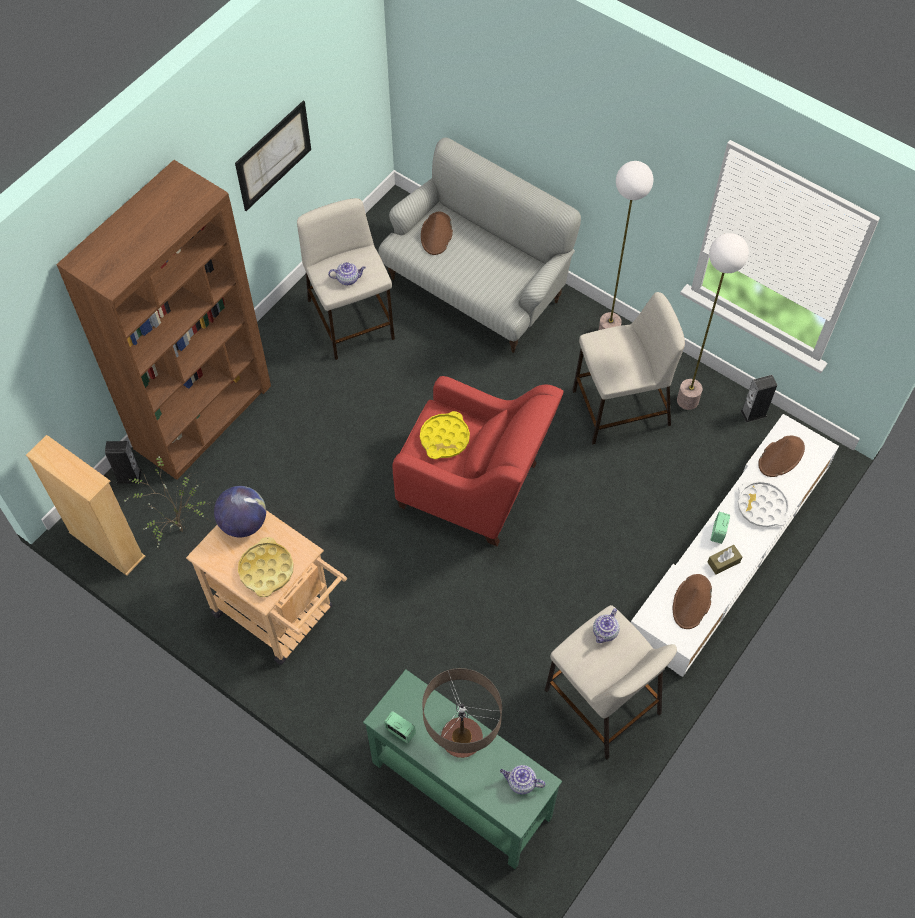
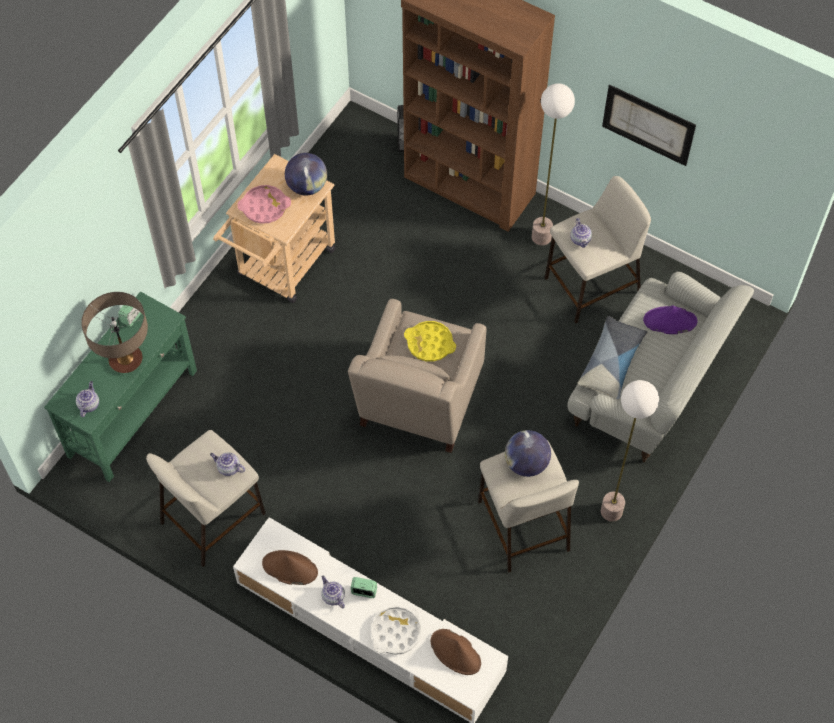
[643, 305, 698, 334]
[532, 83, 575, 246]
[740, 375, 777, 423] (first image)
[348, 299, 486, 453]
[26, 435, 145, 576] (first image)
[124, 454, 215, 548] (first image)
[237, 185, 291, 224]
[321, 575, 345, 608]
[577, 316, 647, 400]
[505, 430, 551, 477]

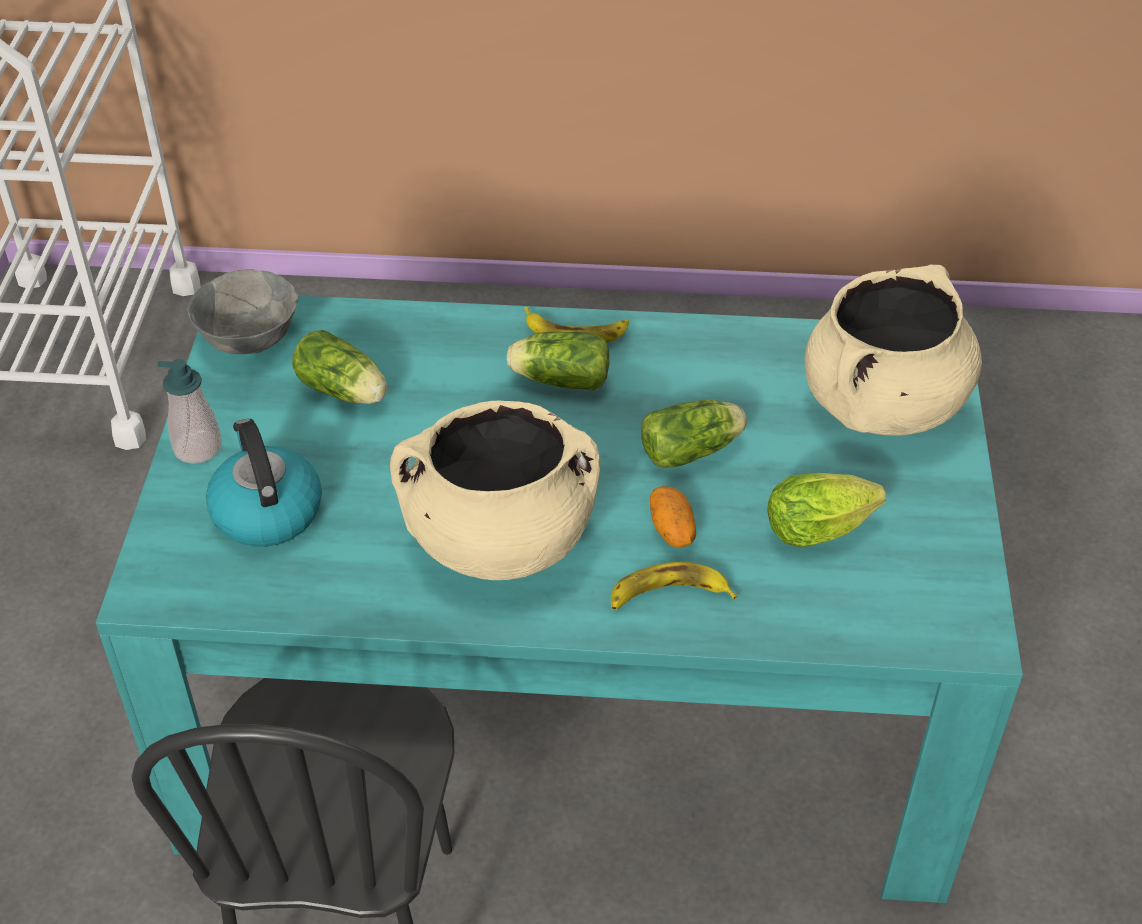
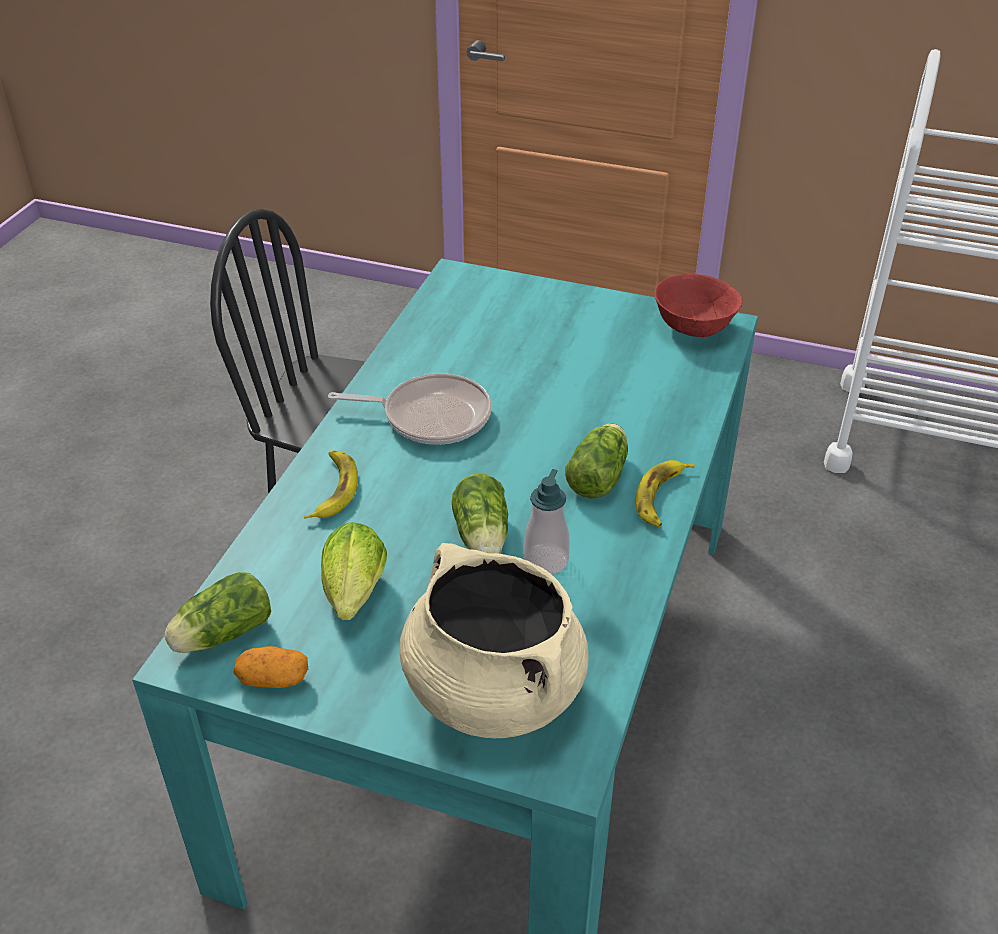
[655, 274, 743, 337]
[164, 572, 271, 653]
[523, 469, 570, 575]
[328, 373, 492, 445]
[206, 419, 322, 547] (first image)
[233, 646, 308, 688]

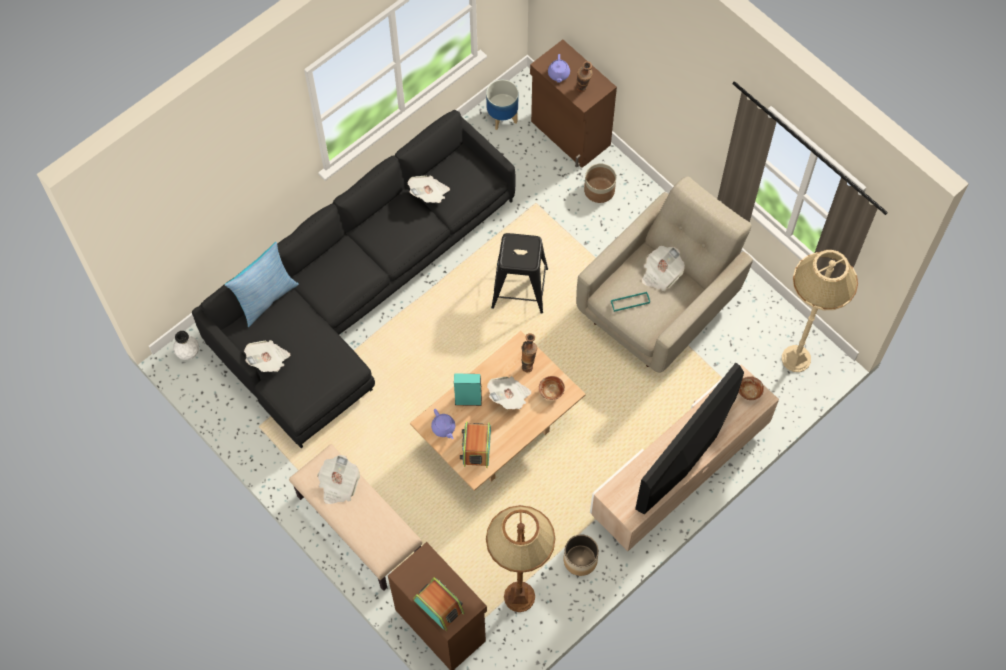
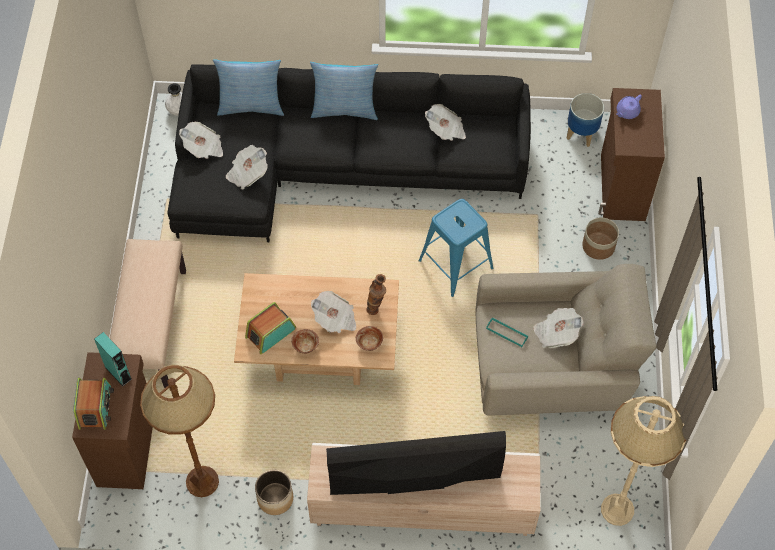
[576, 61, 593, 92] (first image)
[419, 199, 493, 297]
[94, 332, 132, 386]
[291, 329, 319, 354]
[431, 409, 455, 439] (first image)
[226, 145, 268, 189]
[310, 62, 378, 120]

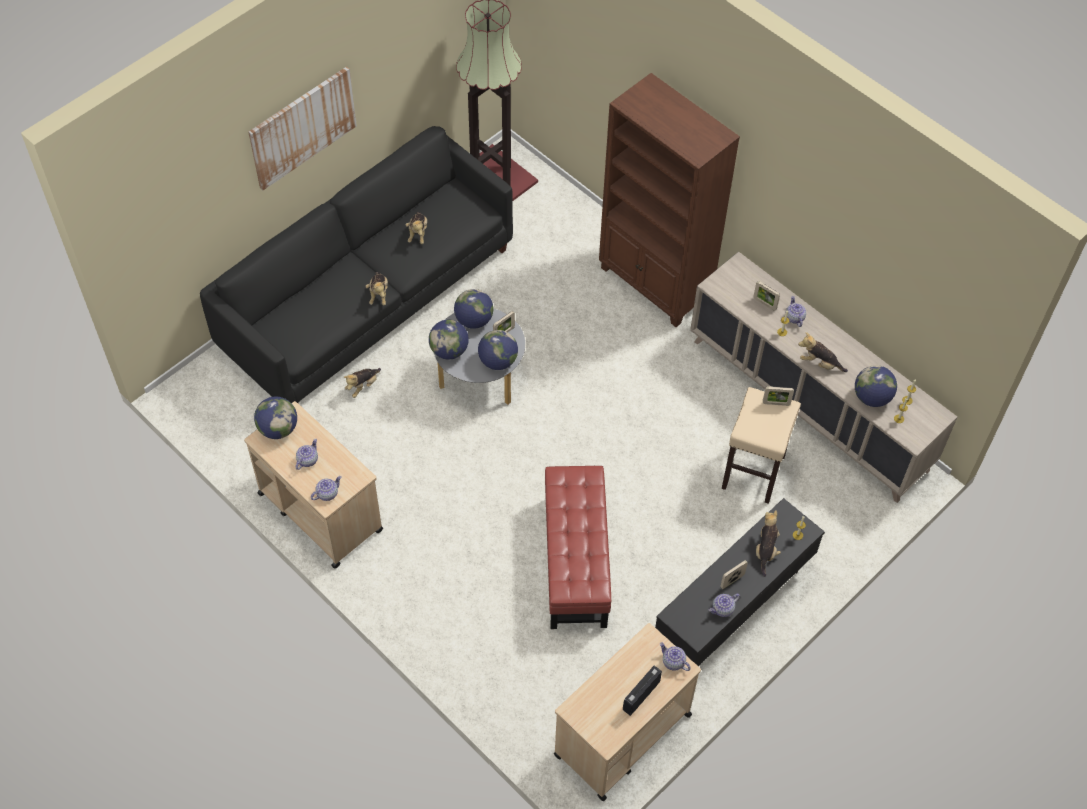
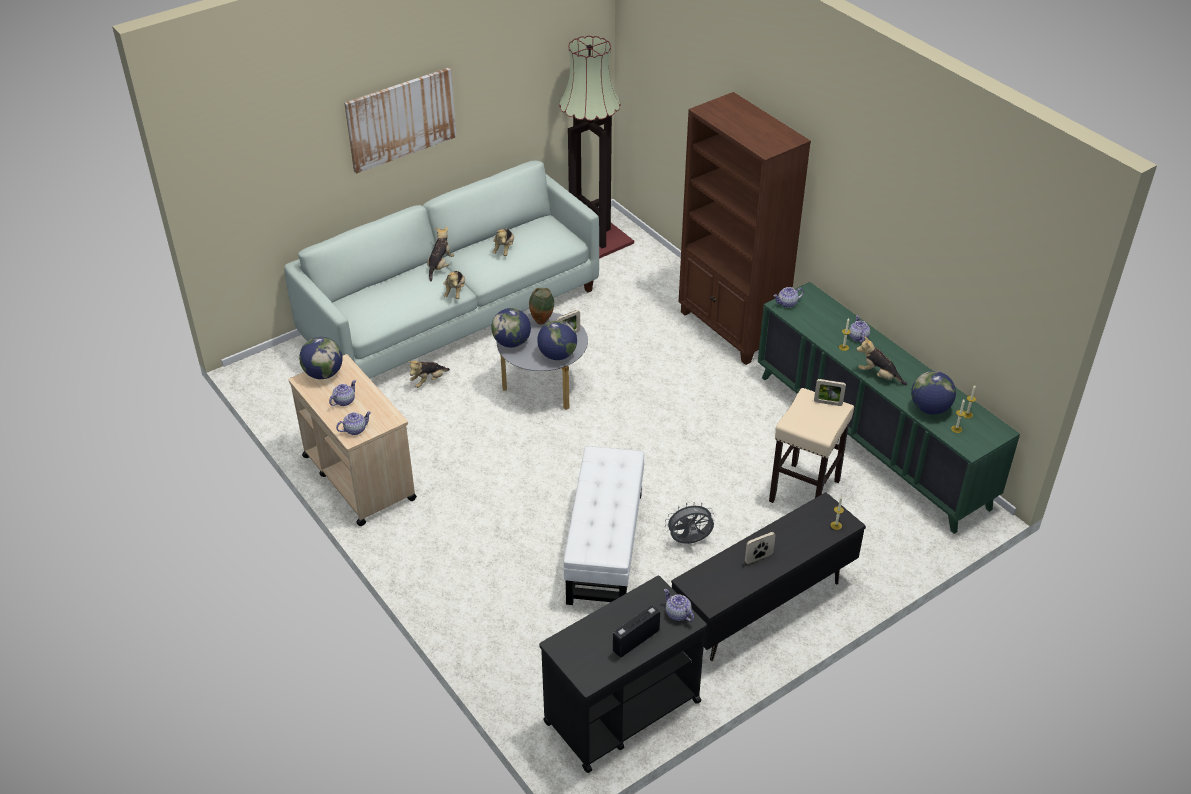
[284, 161, 599, 379]
[758, 282, 1020, 534]
[753, 281, 780, 311] (first image)
[529, 288, 554, 324]
[564, 446, 644, 605]
[427, 227, 454, 282]
[774, 287, 804, 308]
[539, 576, 707, 773]
[665, 502, 714, 544]

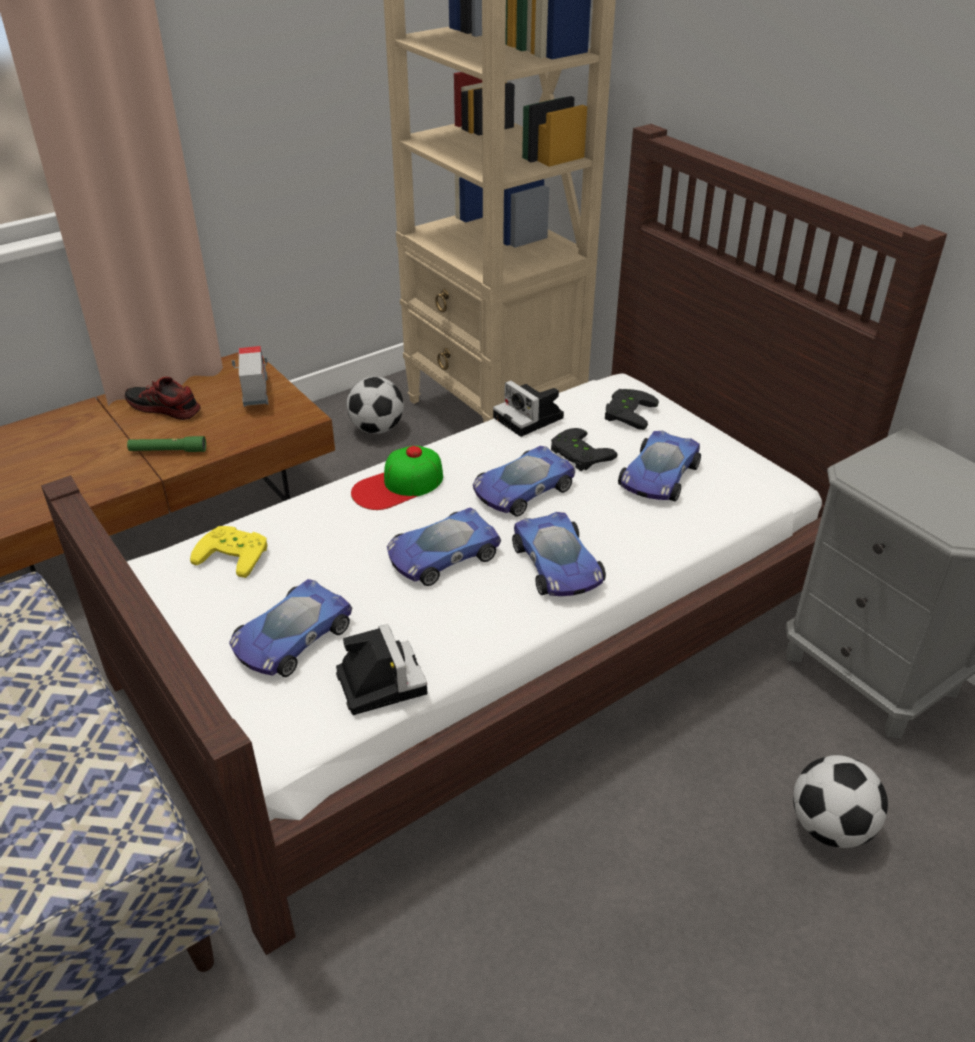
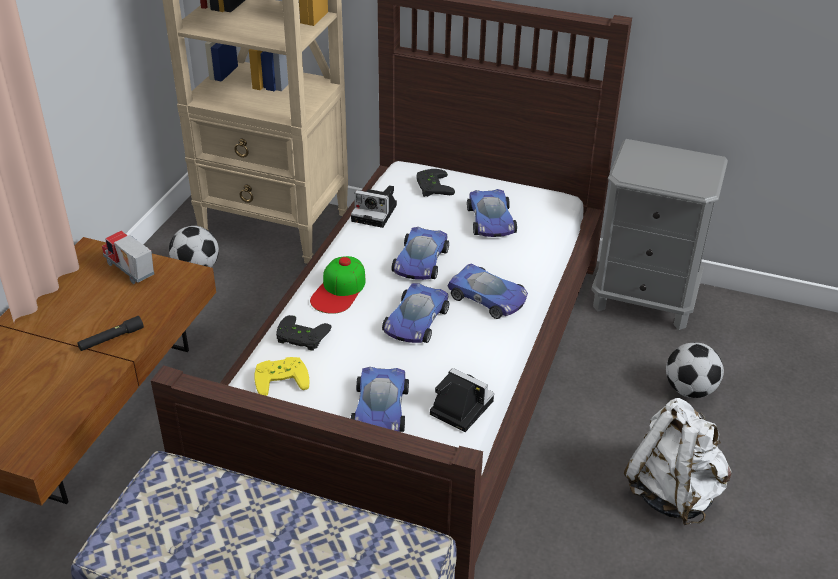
[125, 377, 200, 420] (first image)
[276, 315, 332, 351]
[77, 316, 144, 351]
[624, 398, 732, 525]

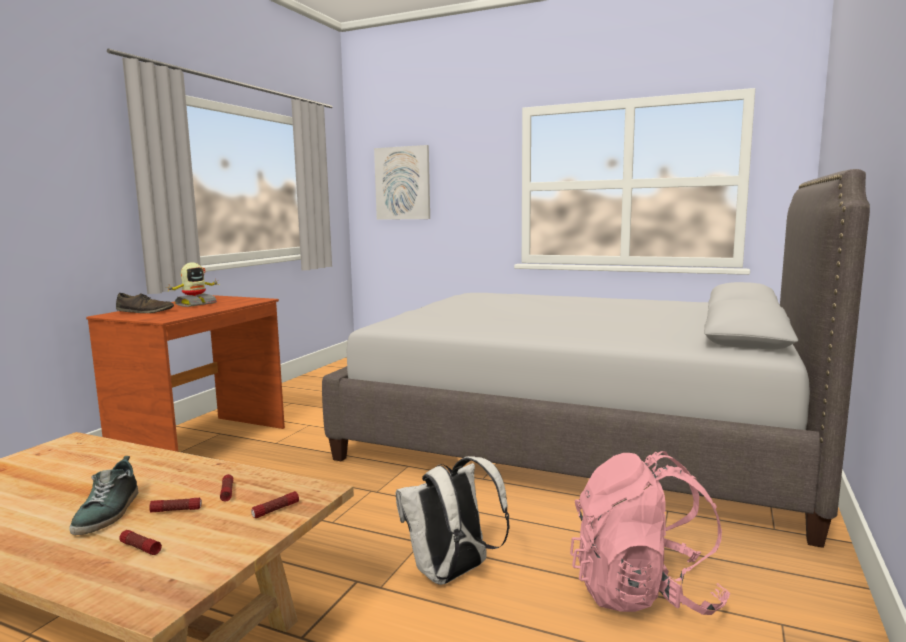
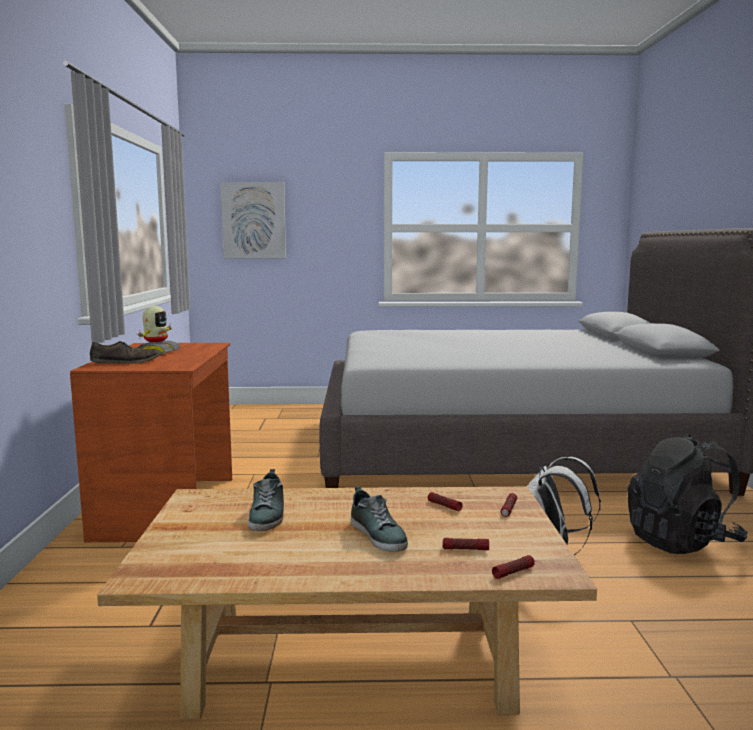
[627, 434, 748, 554]
[492, 555, 535, 579]
[248, 469, 284, 531]

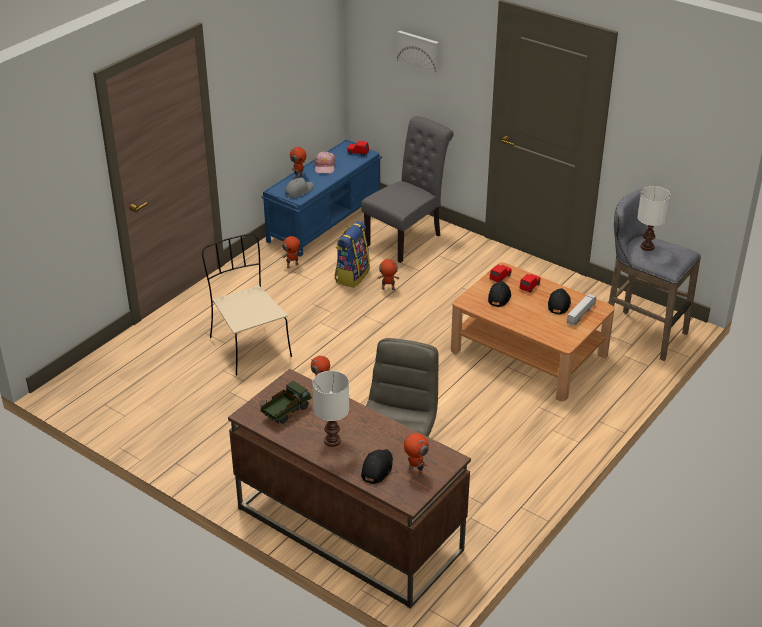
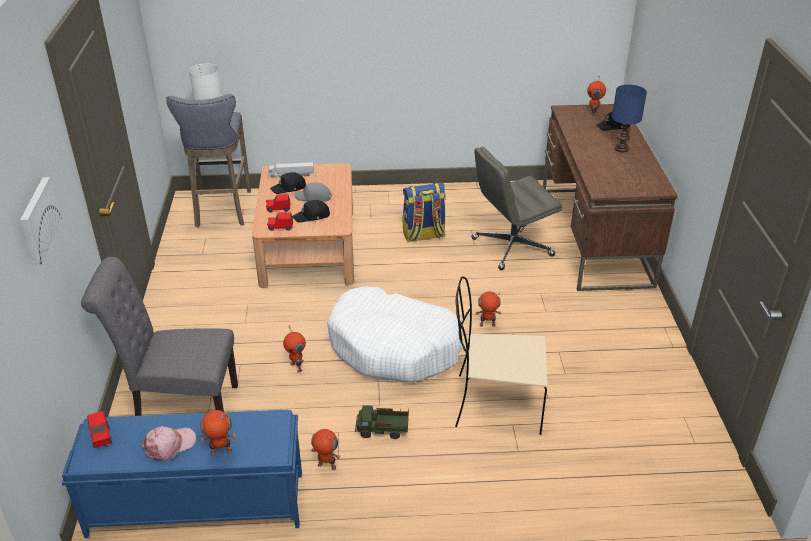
[294, 182, 332, 202]
[403, 183, 446, 242]
[455, 276, 547, 435]
[612, 85, 647, 152]
[355, 405, 409, 439]
[327, 286, 463, 383]

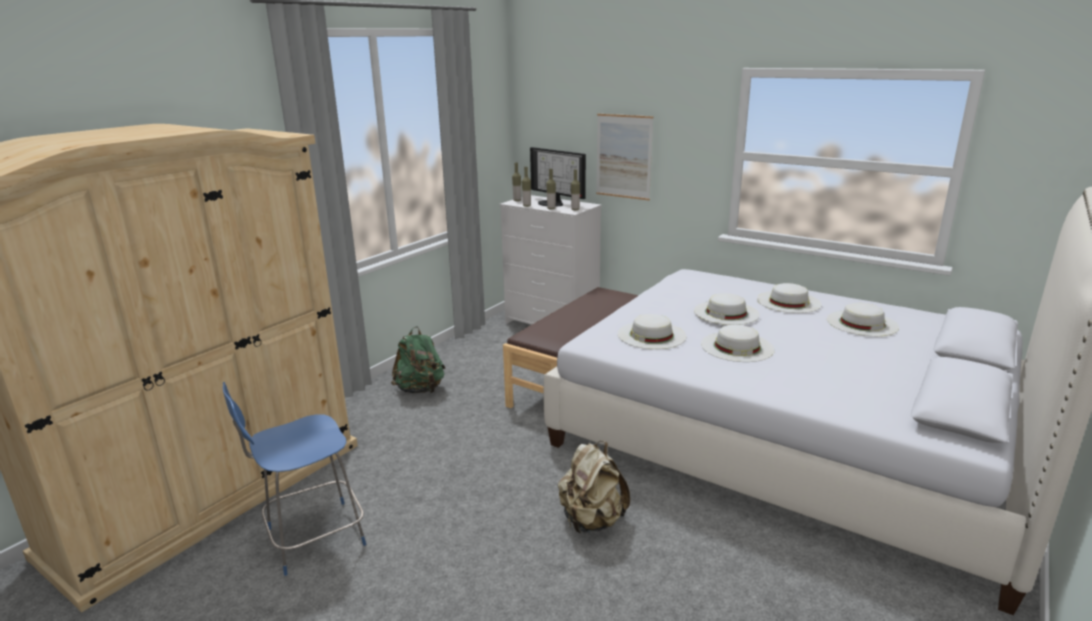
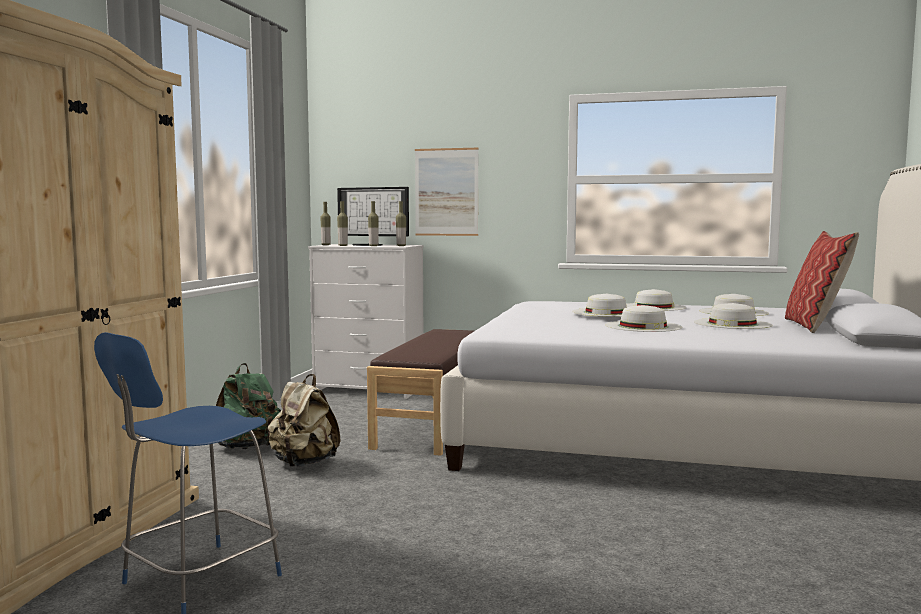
[694, 303, 772, 329]
[268, 374, 340, 467]
[785, 231, 859, 333]

